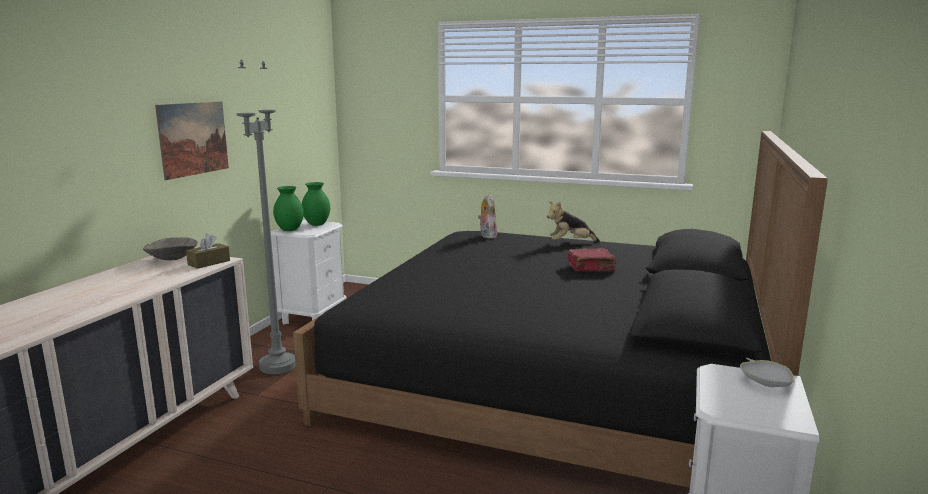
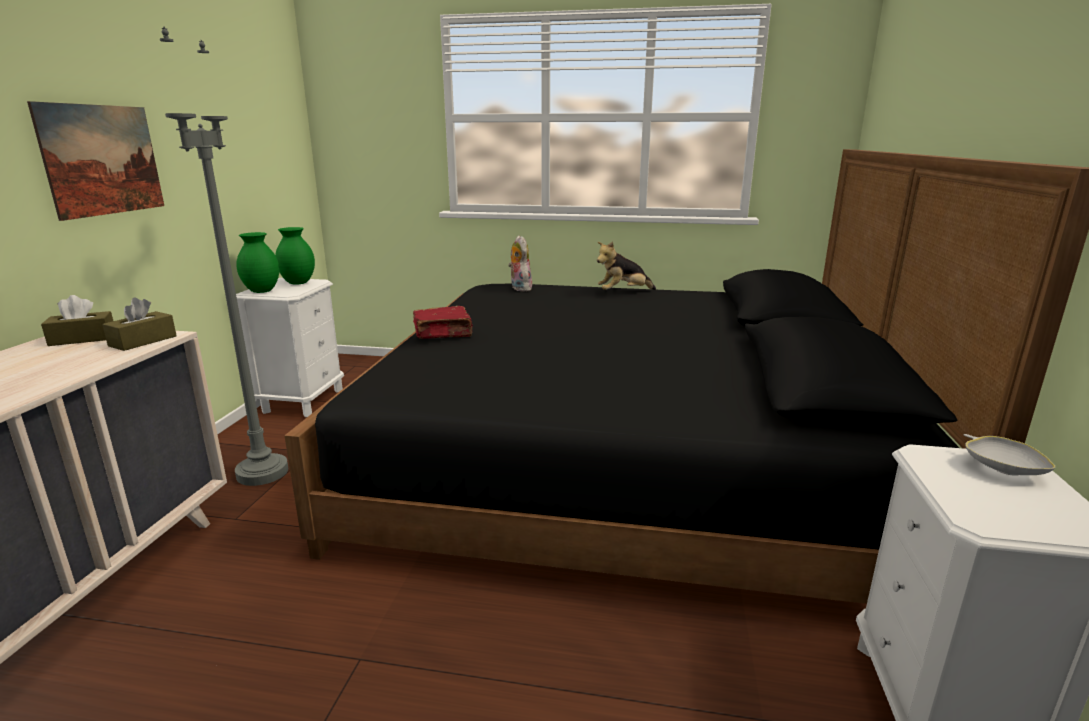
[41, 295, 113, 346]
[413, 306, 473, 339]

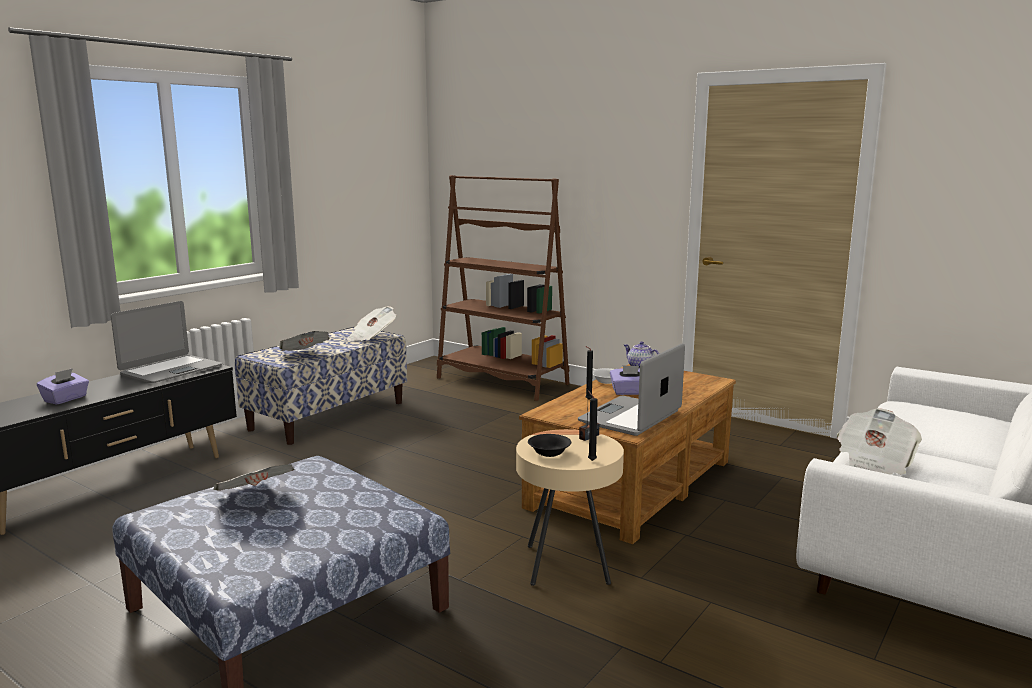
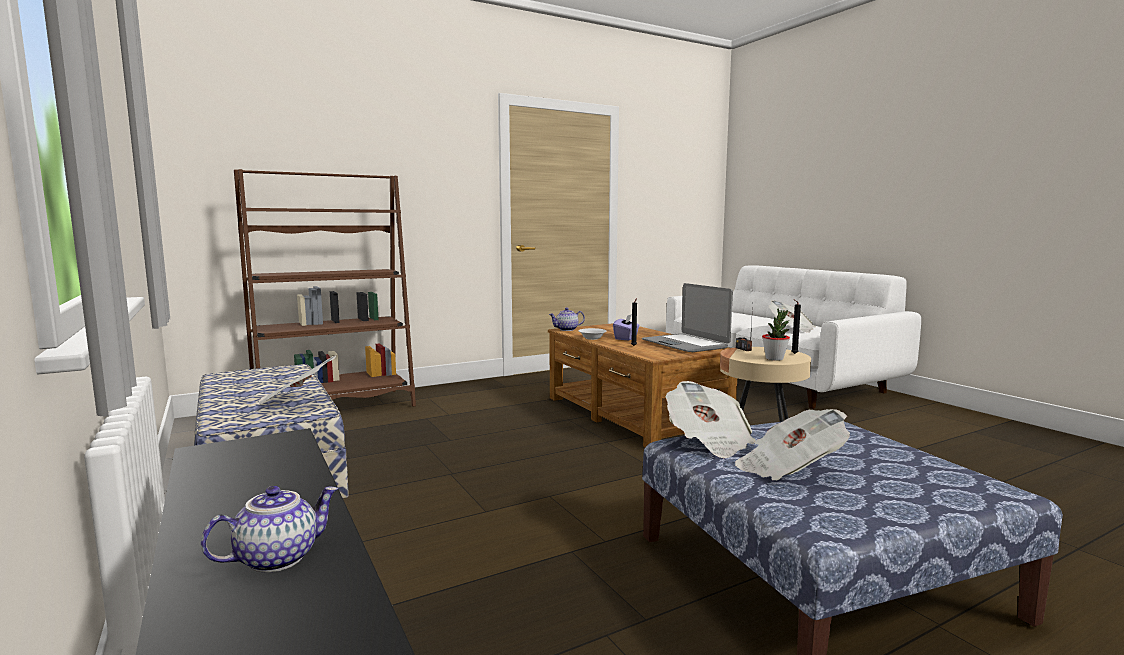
[111, 301, 222, 383] (first image)
[666, 381, 756, 458]
[201, 486, 339, 573]
[762, 308, 790, 361]

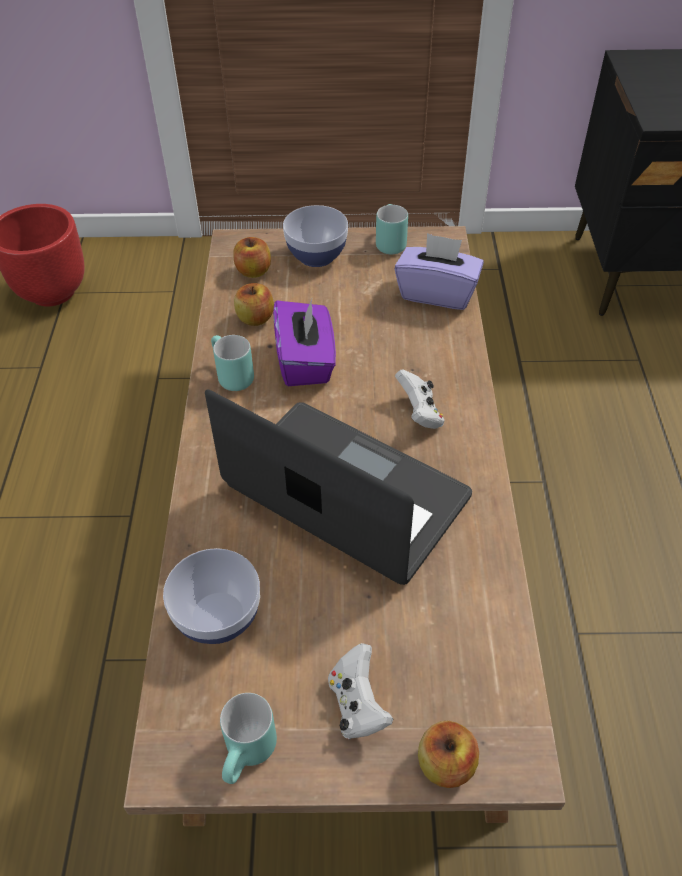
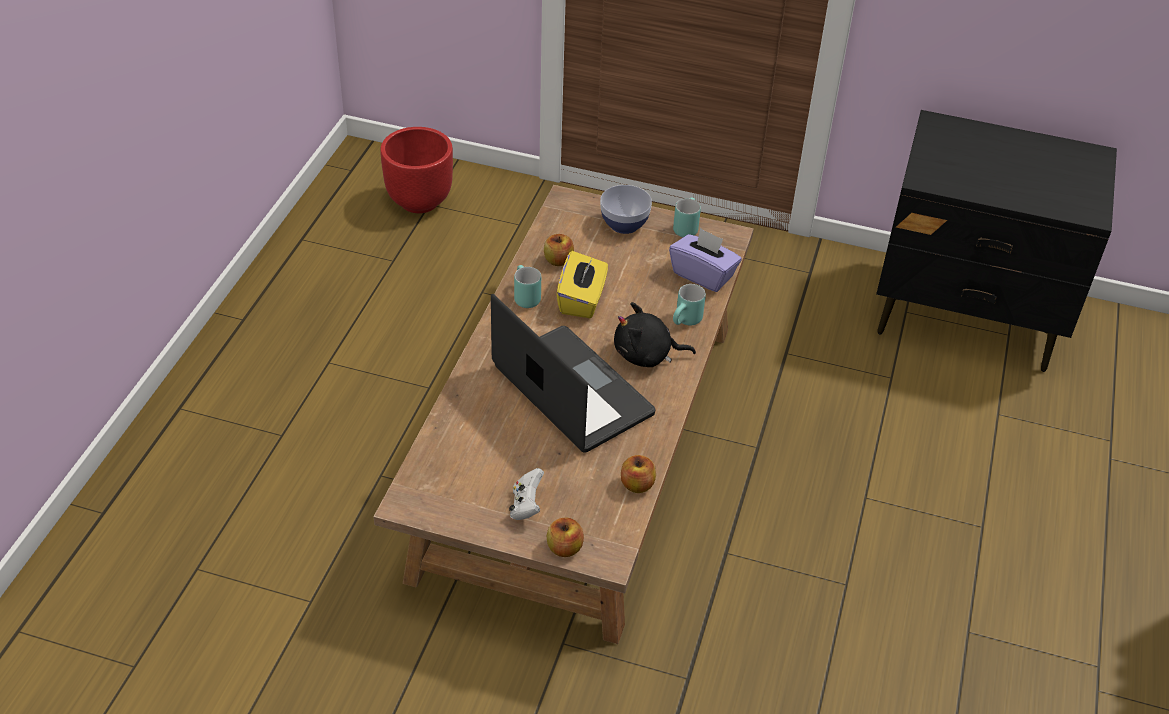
[621, 455, 656, 493]
[557, 251, 608, 318]
[614, 302, 696, 367]
[163, 548, 260, 644] (first image)
[673, 284, 706, 325]

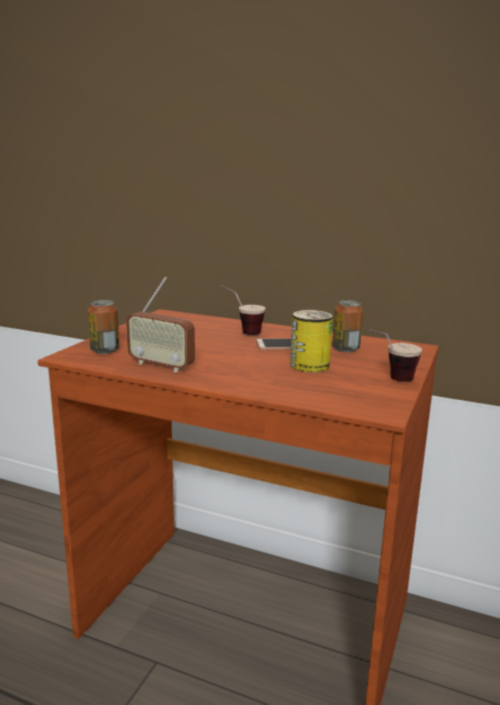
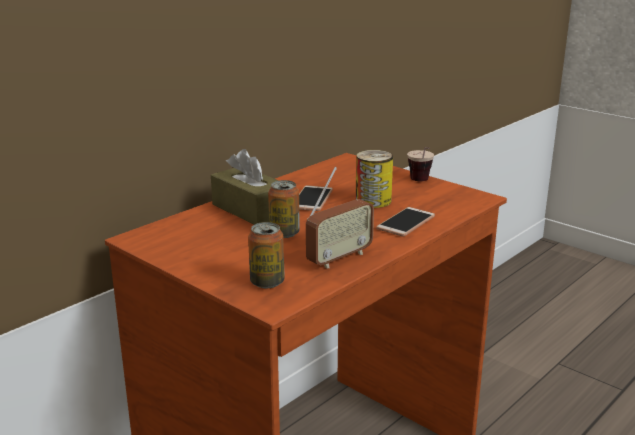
[211, 149, 279, 225]
[268, 180, 300, 238]
[376, 207, 435, 237]

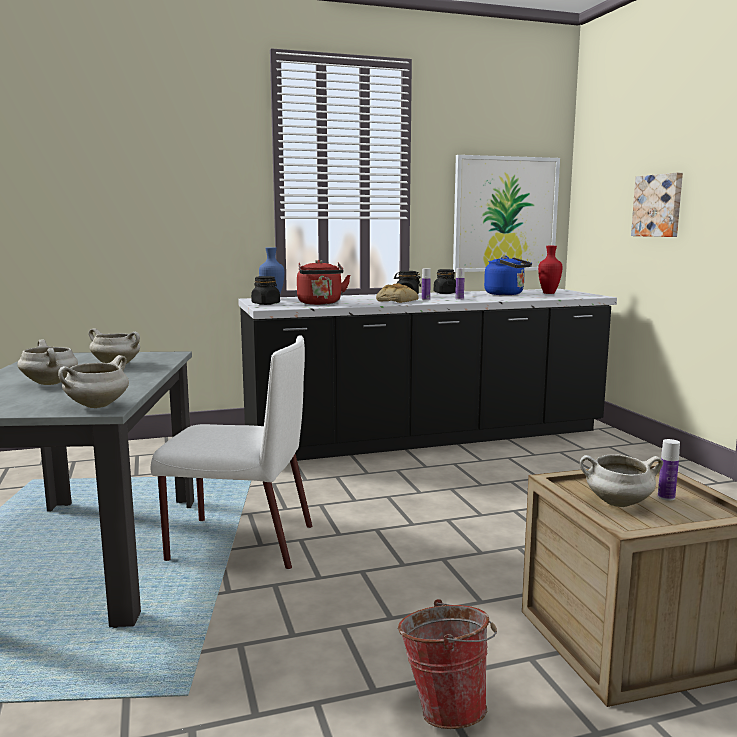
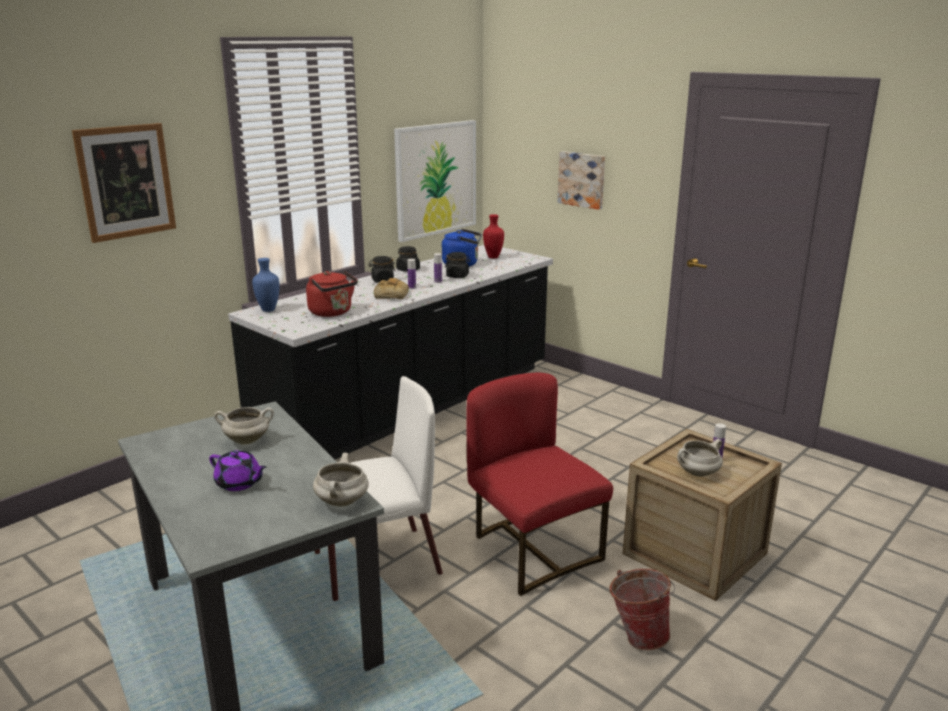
[445, 252, 471, 278]
[209, 450, 267, 491]
[72, 123, 176, 243]
[466, 373, 613, 596]

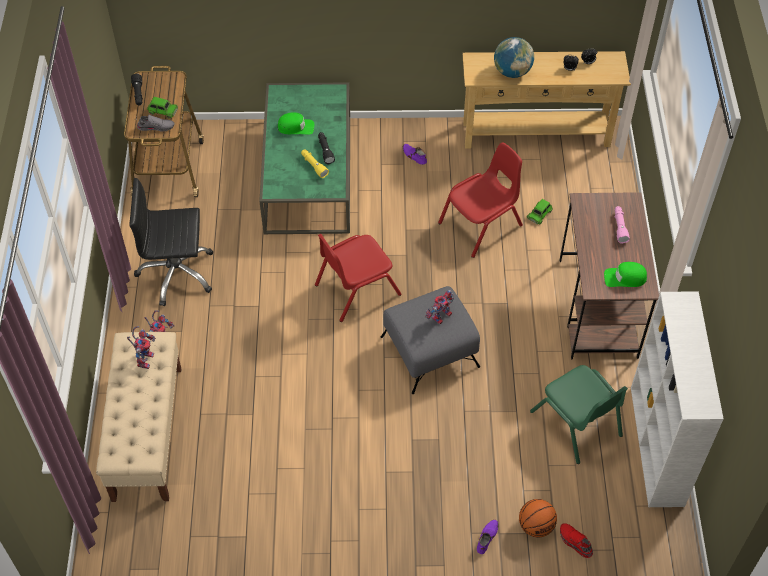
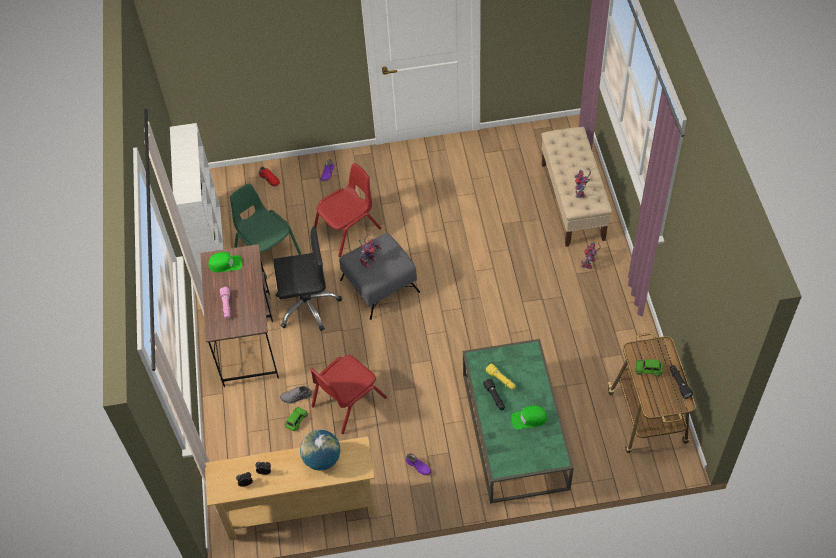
[280, 386, 312, 404]
[273, 226, 342, 331]
[314, 163, 381, 257]
[519, 499, 557, 537] (first image)

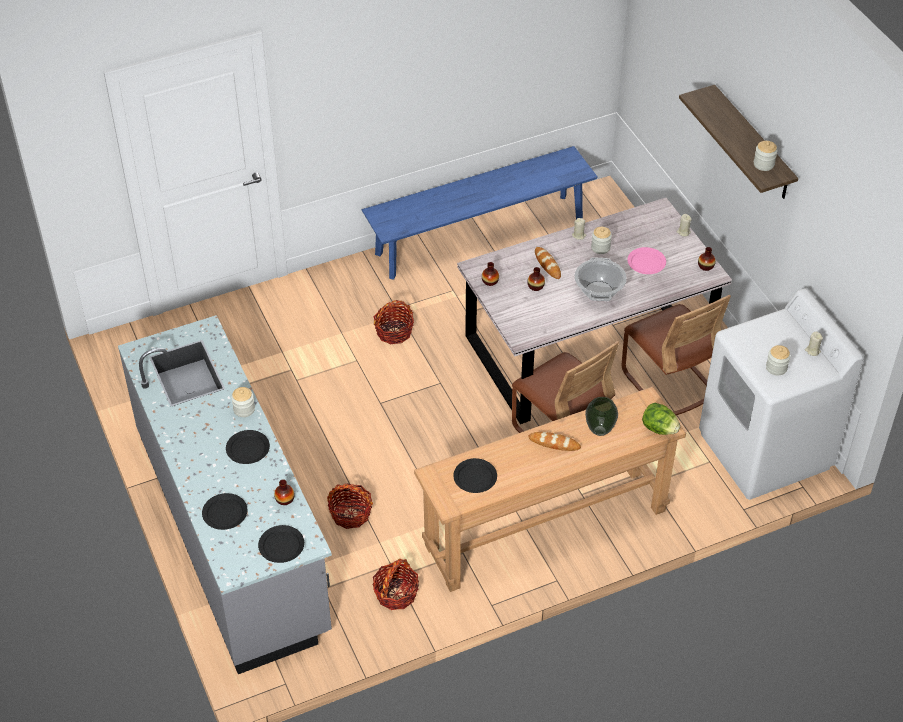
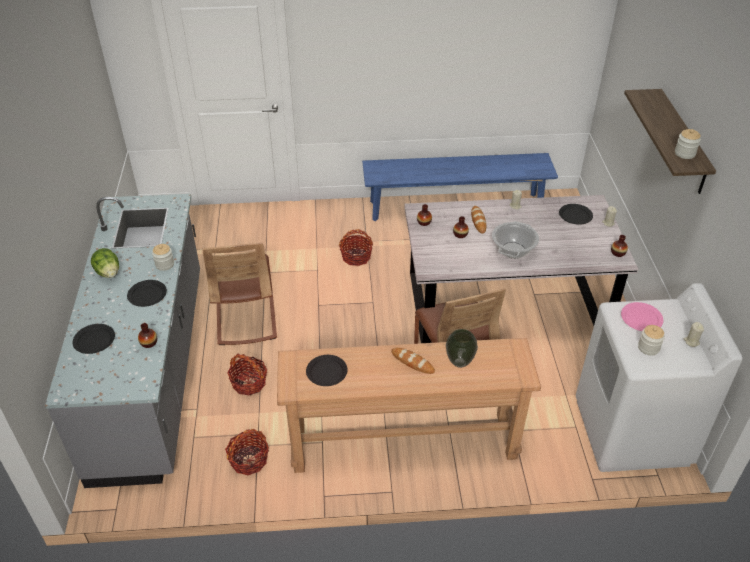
[591, 227, 612, 254] (first image)
[621, 302, 663, 331]
[202, 242, 277, 345]
[91, 248, 119, 278]
[559, 204, 593, 225]

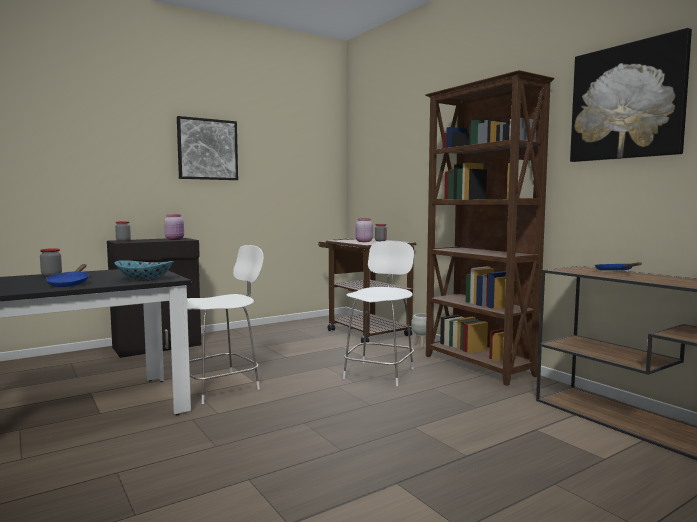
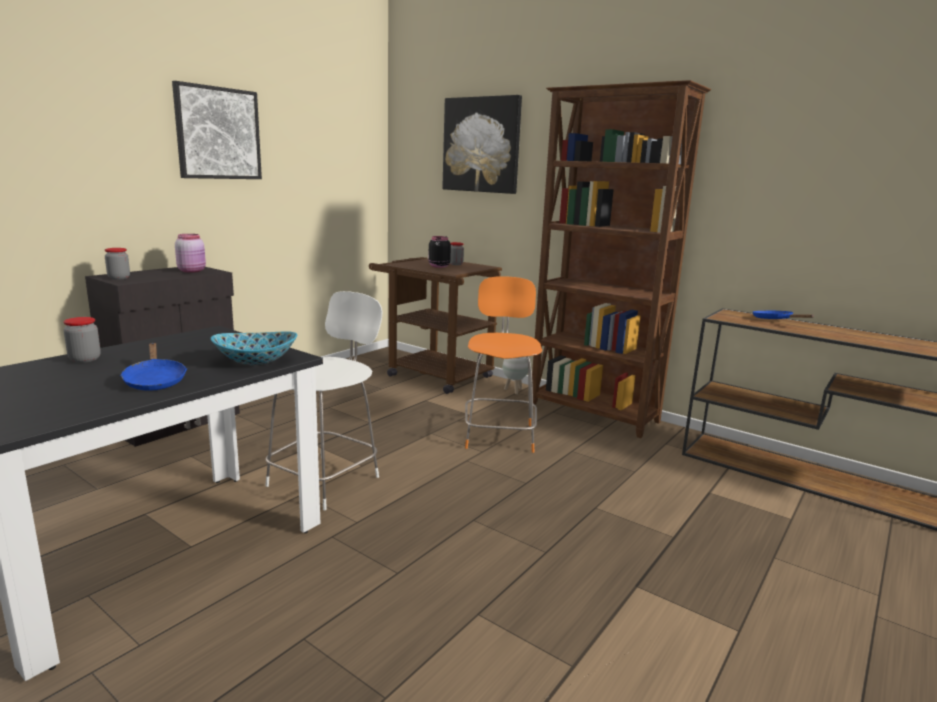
[442, 95, 522, 194]
[428, 236, 451, 268]
[465, 276, 542, 453]

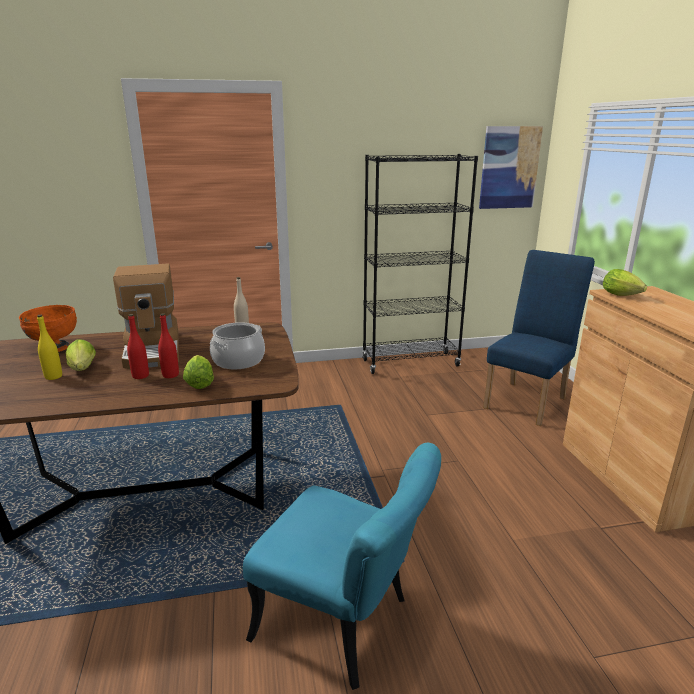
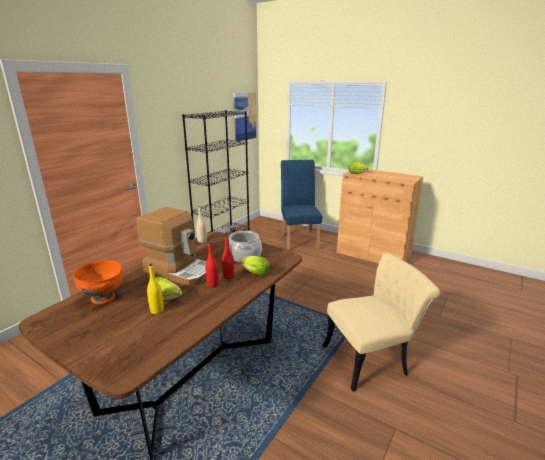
[323, 253, 440, 391]

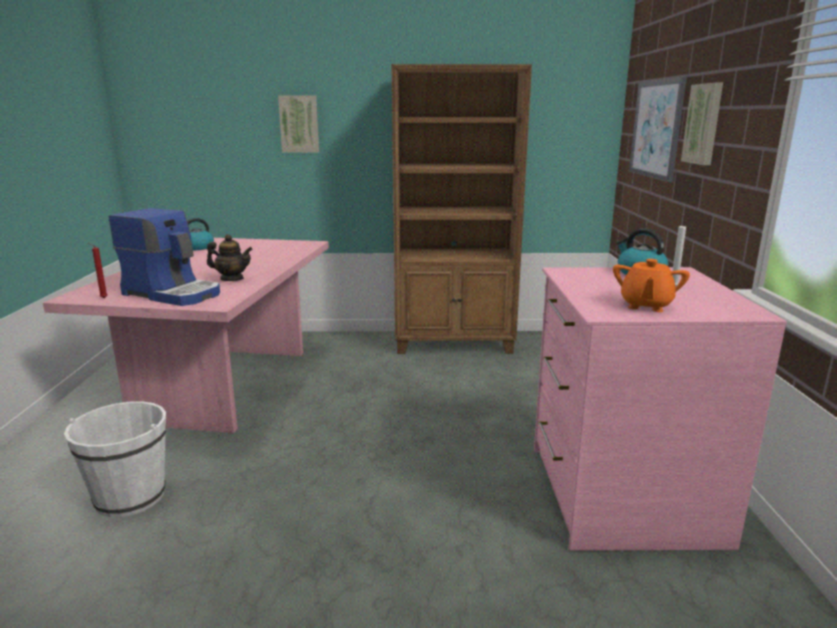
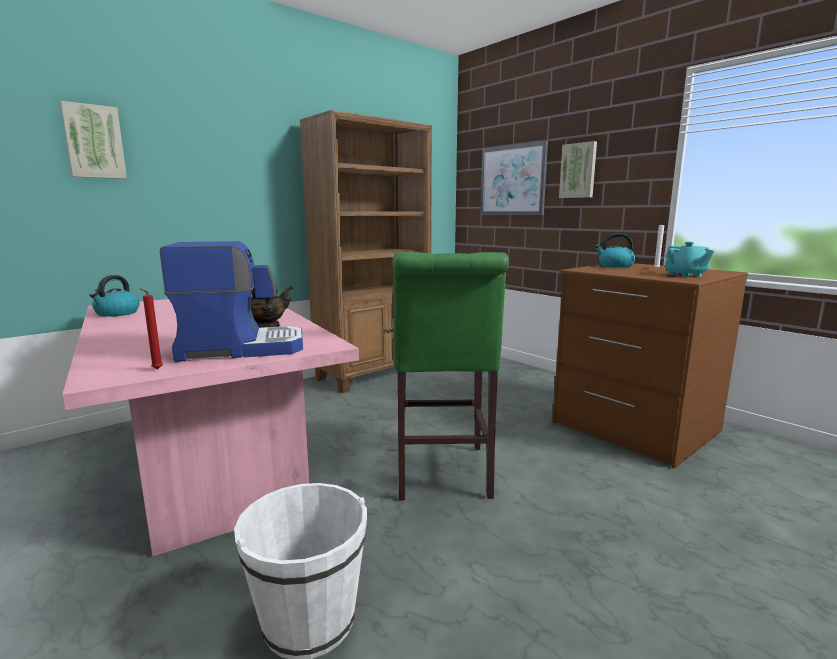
[60, 101, 127, 179]
[665, 242, 714, 277]
[552, 263, 748, 468]
[393, 252, 509, 500]

